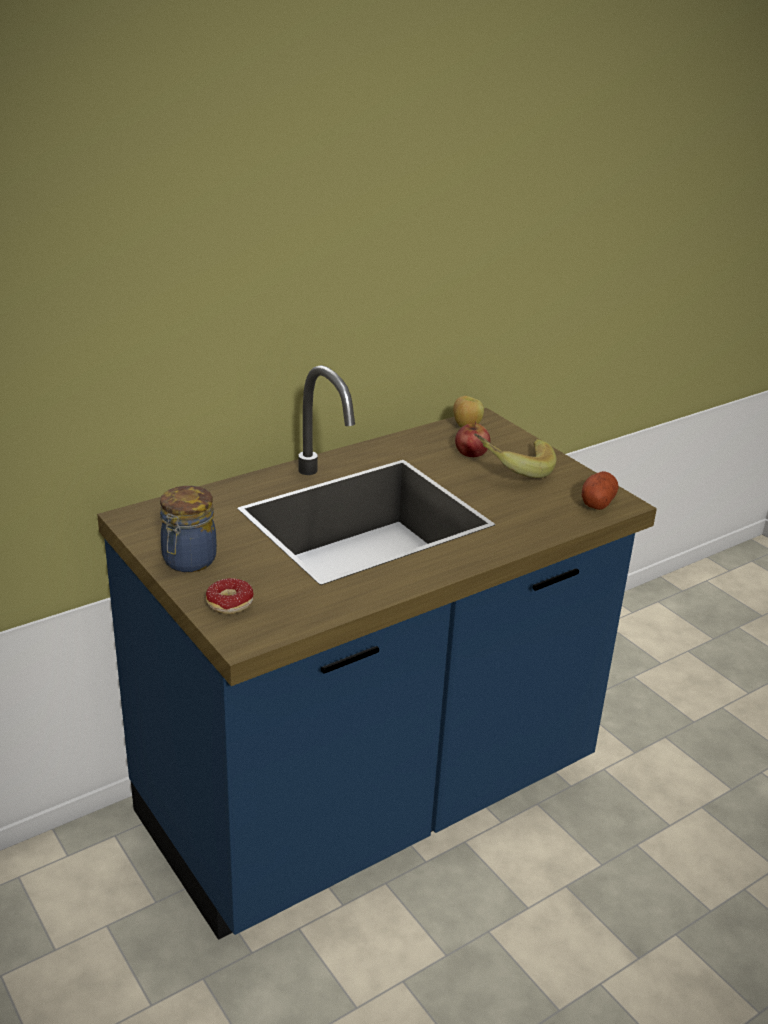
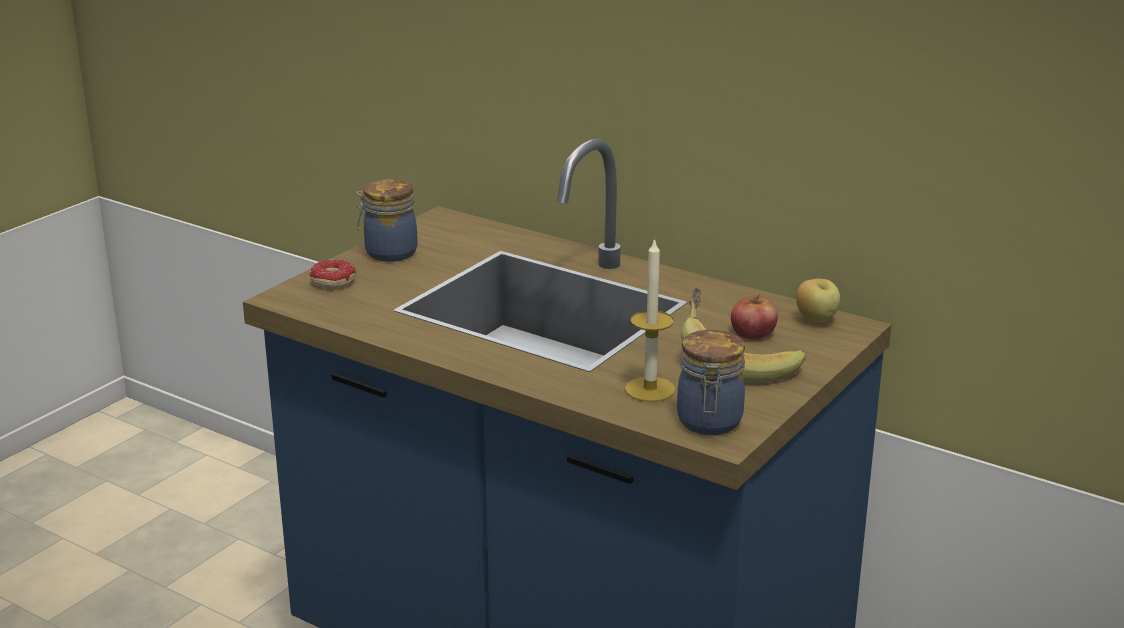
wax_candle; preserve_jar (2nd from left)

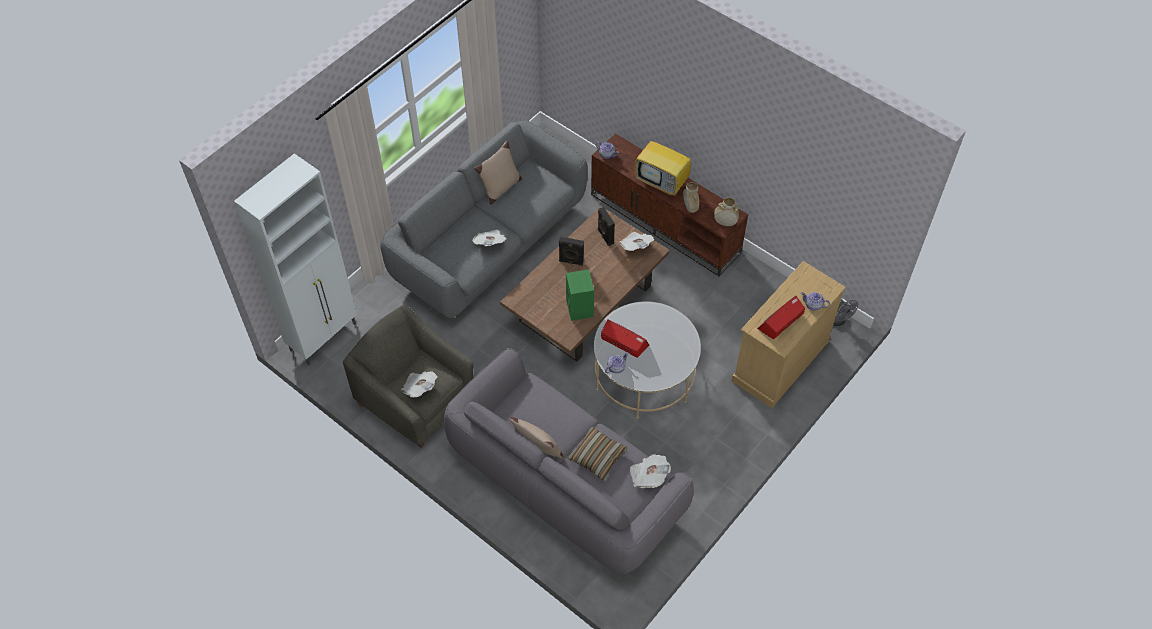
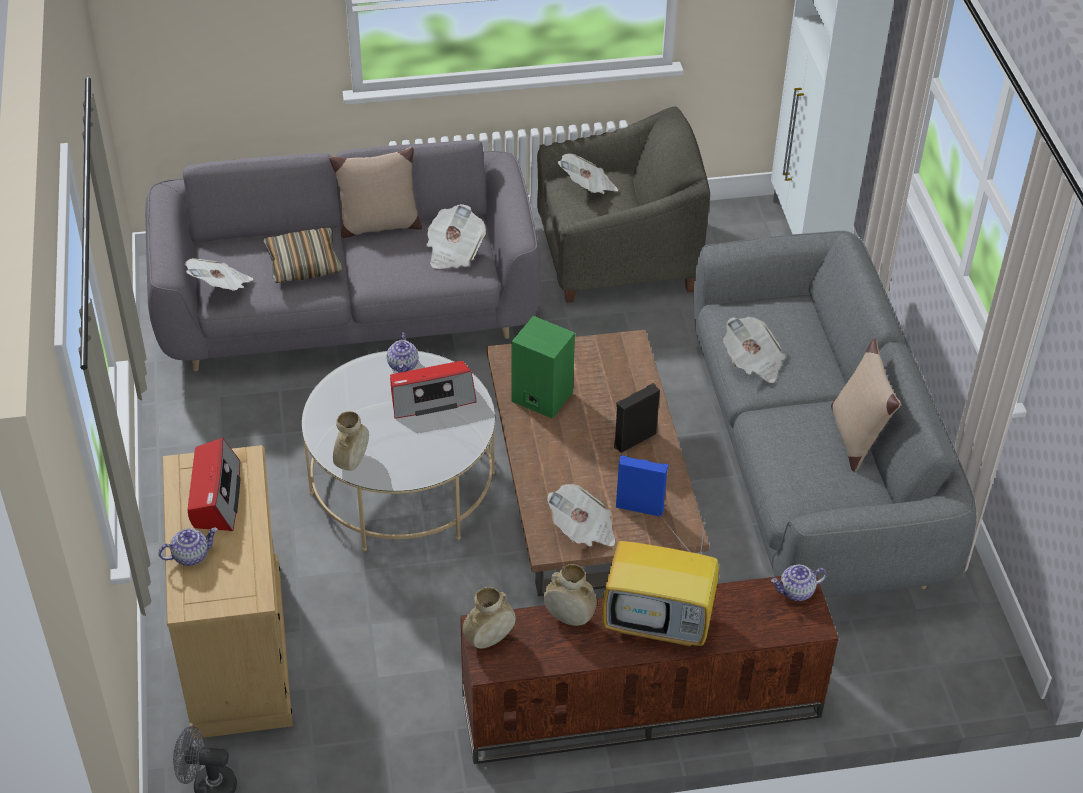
beige_flower_vase (1st from left); printed_paper (2nd from left); television; bluish_audio_speaker

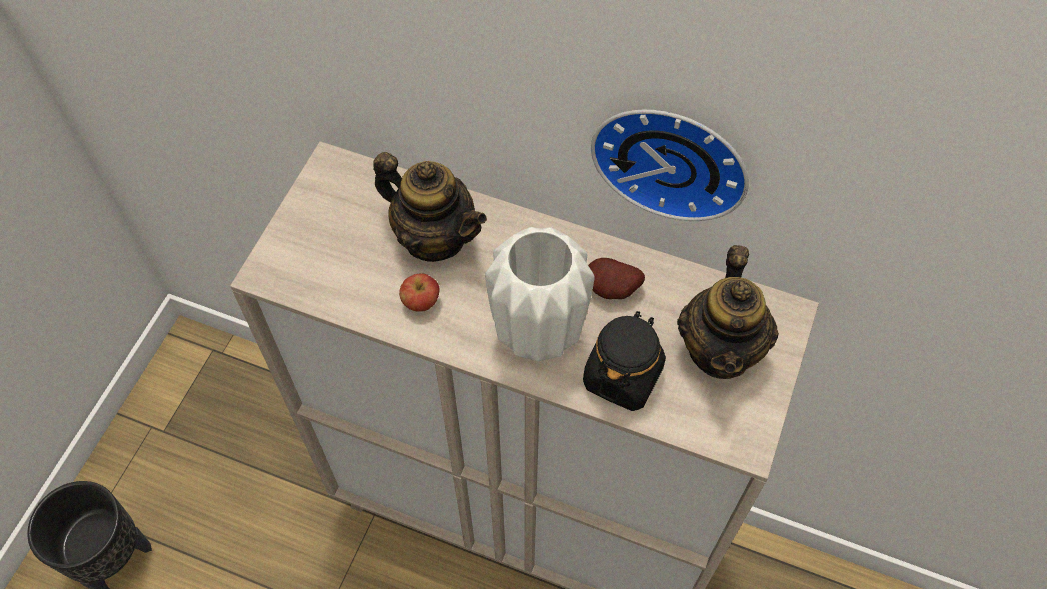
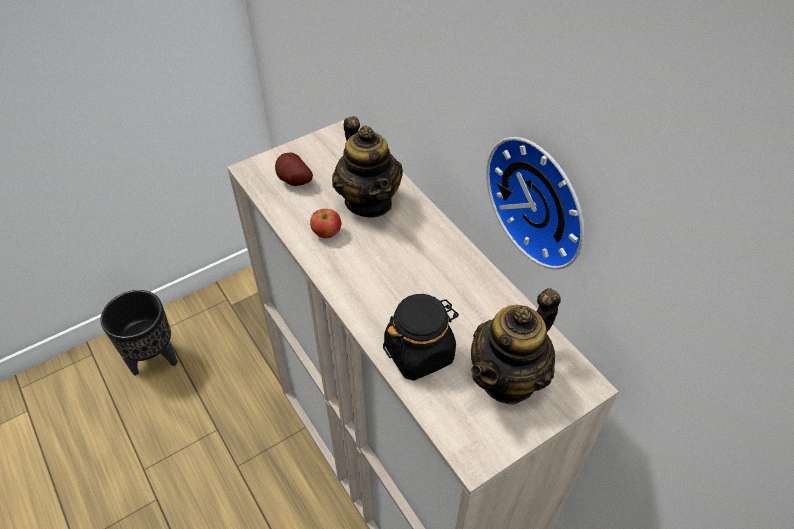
whole_potato; white-coloured_flower_vase

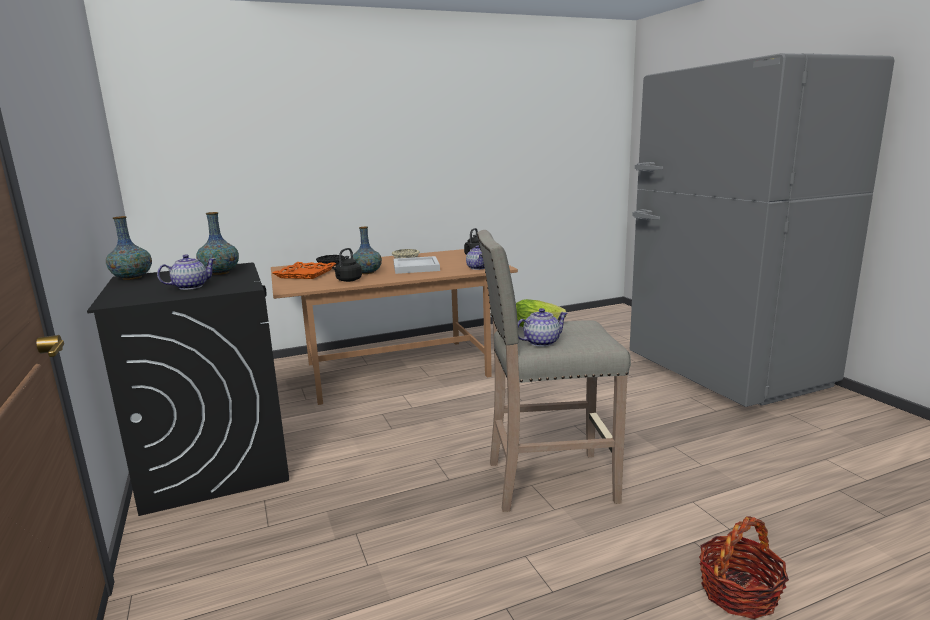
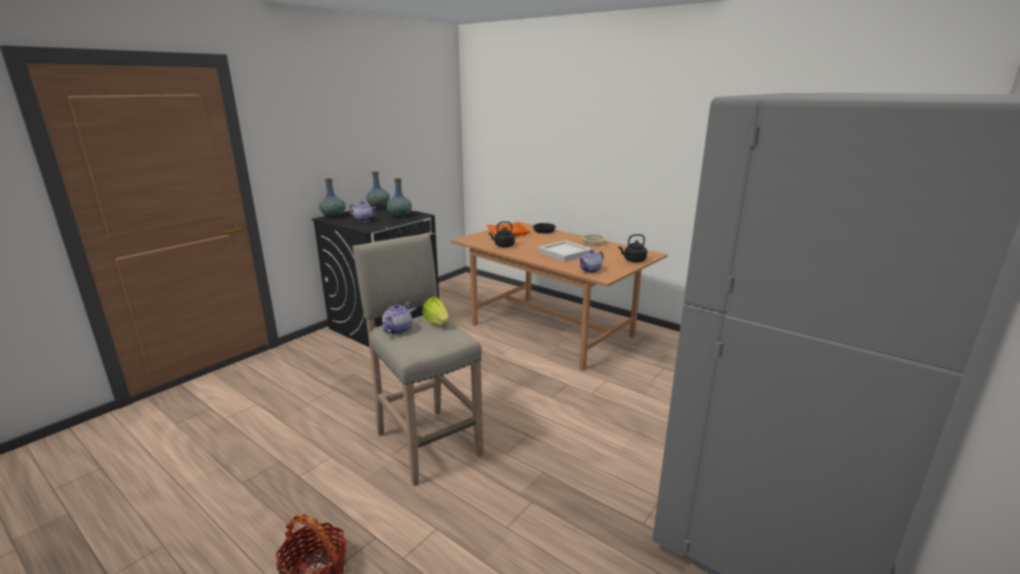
flower_vase (1st from left); pot_for_tea (2nd from left)

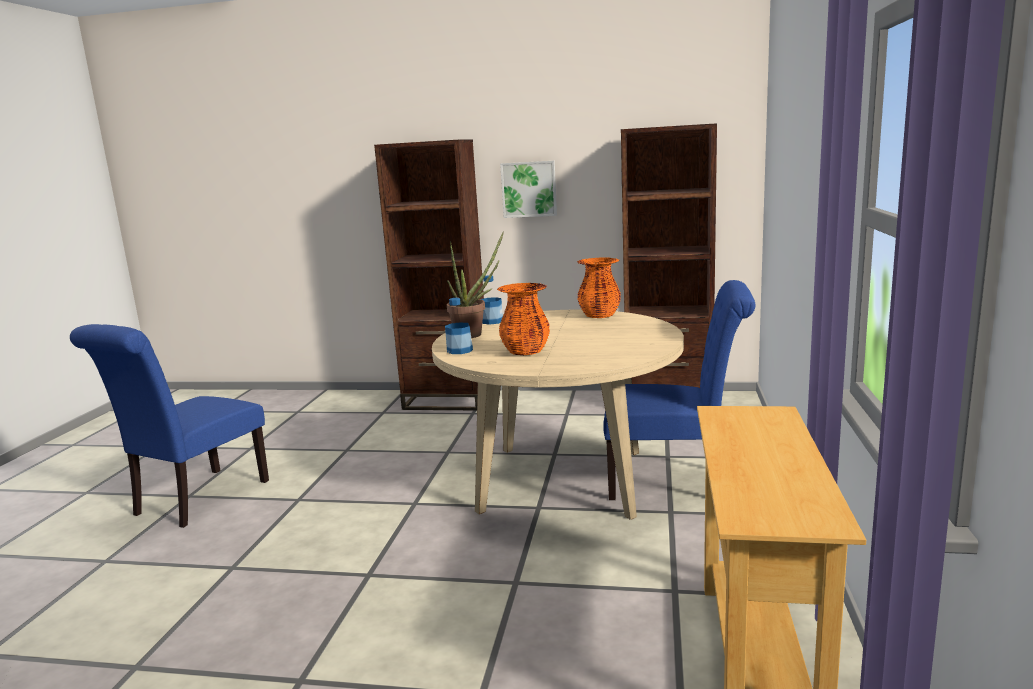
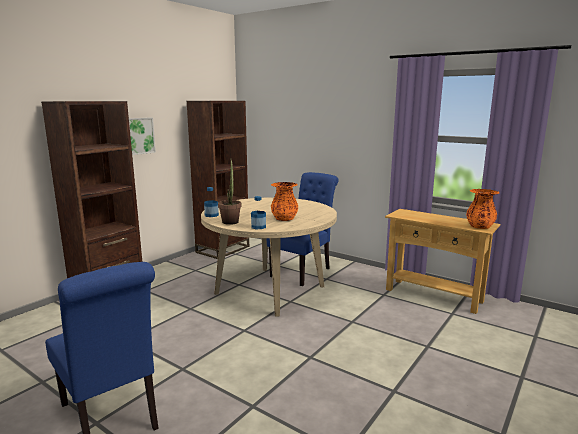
orangey_flower_vase (2nd from left)

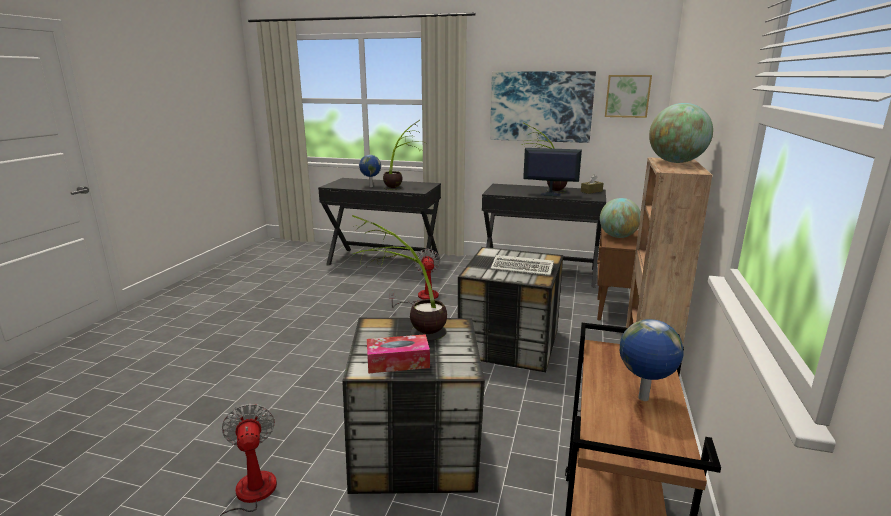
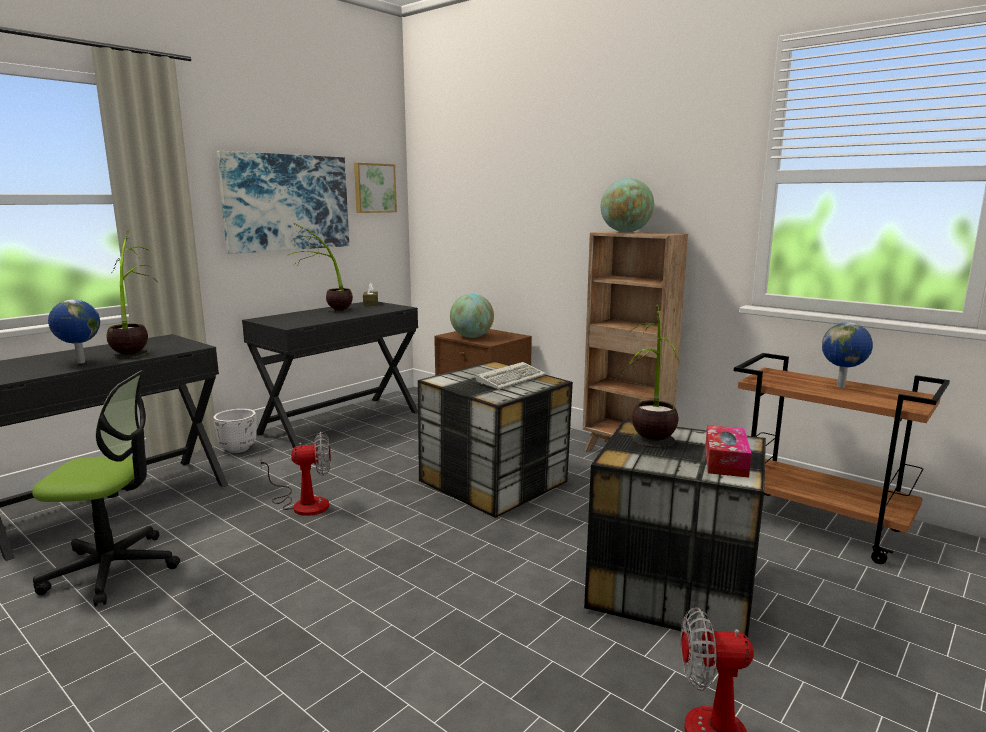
computer_chair; white-coloured_plant_pot; cooling_fan (1st from left); computer_screen

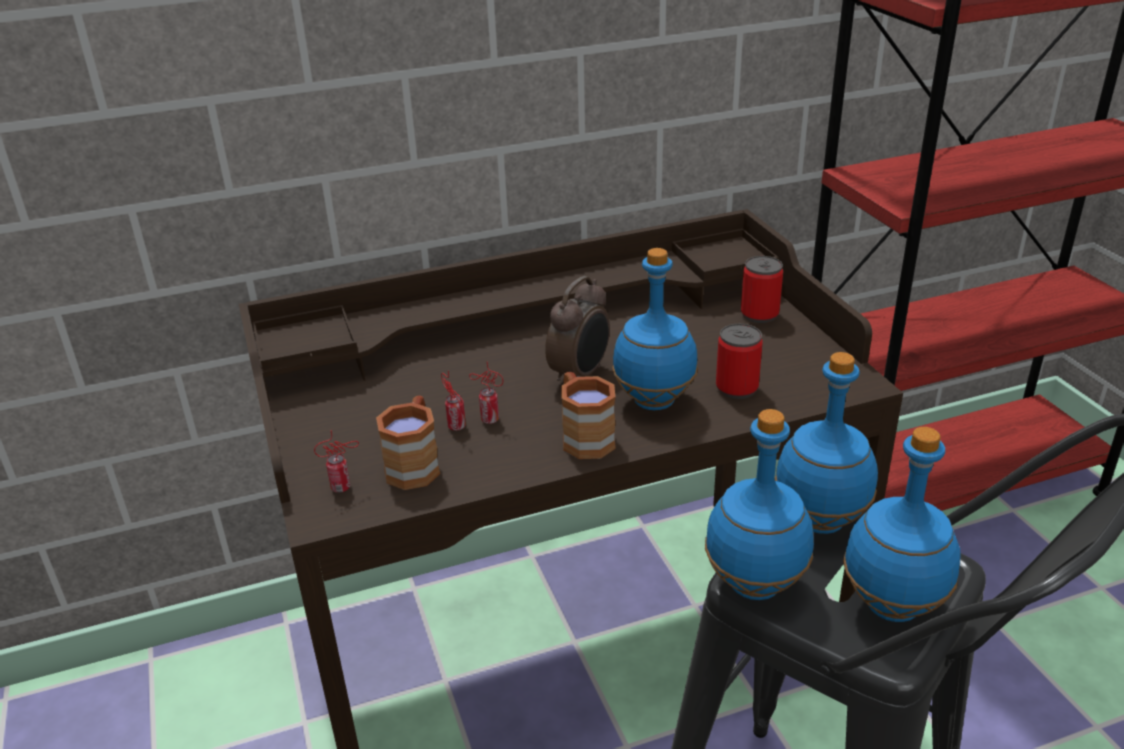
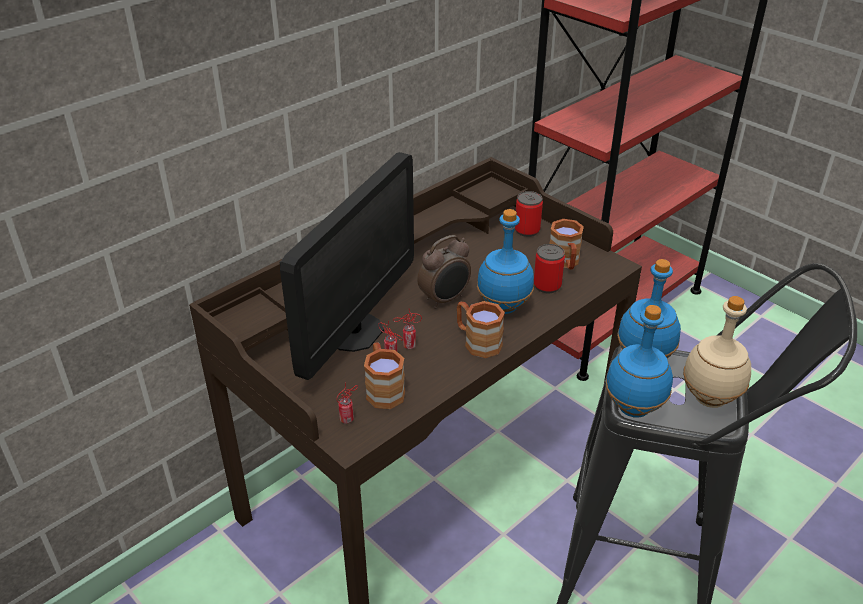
computer_screen; table_clock; brown_coffee_mug (3rd from left); beige_bottle

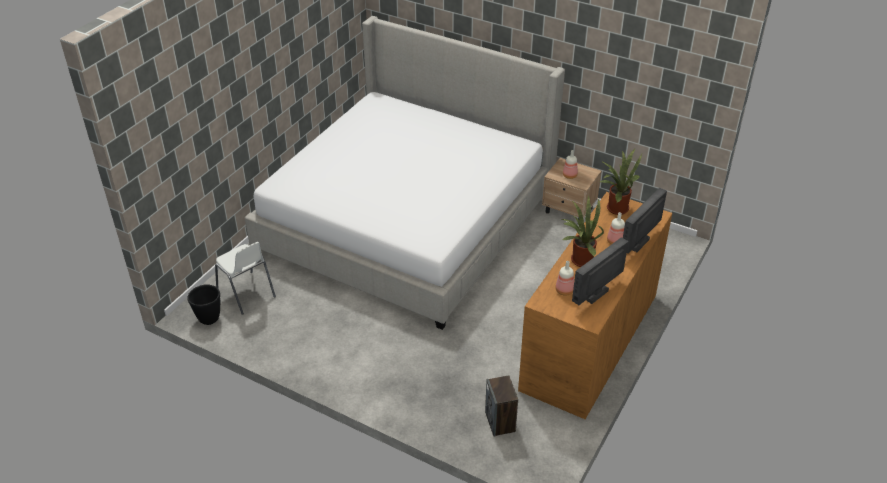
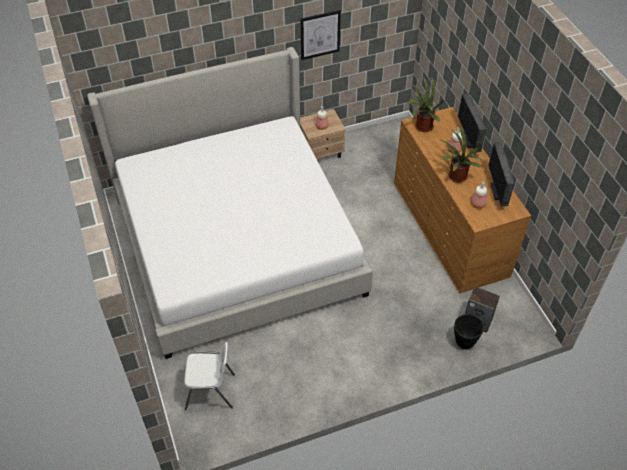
wall_picture; black_plant_pot

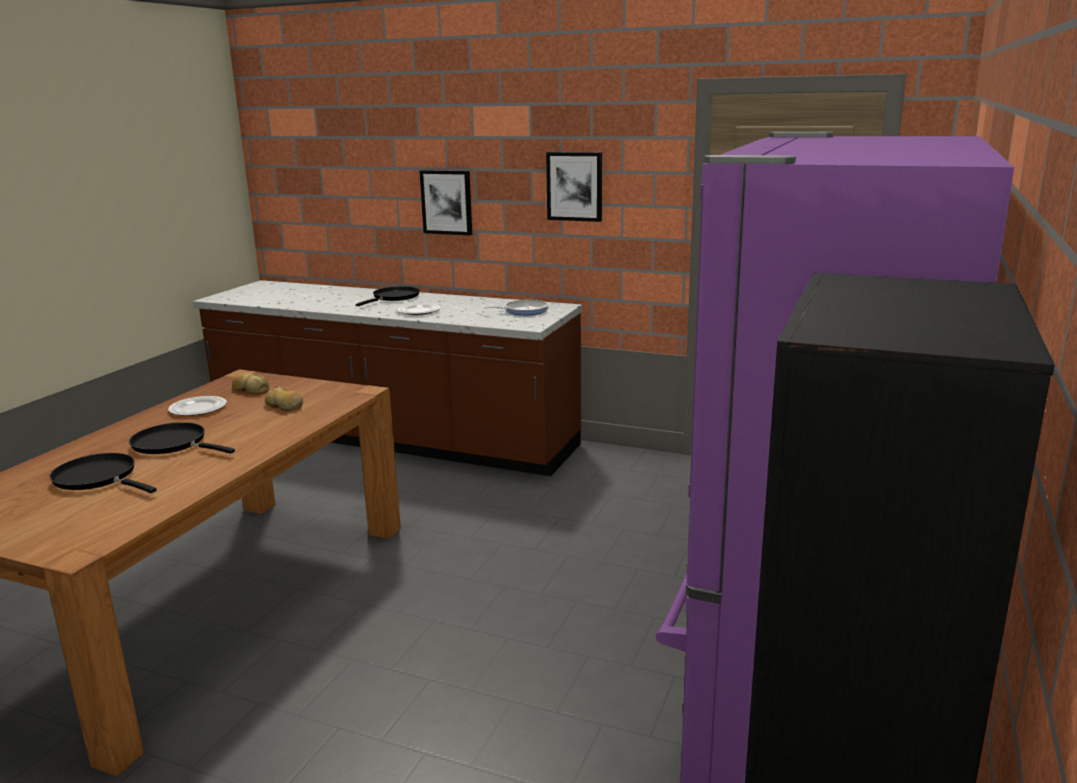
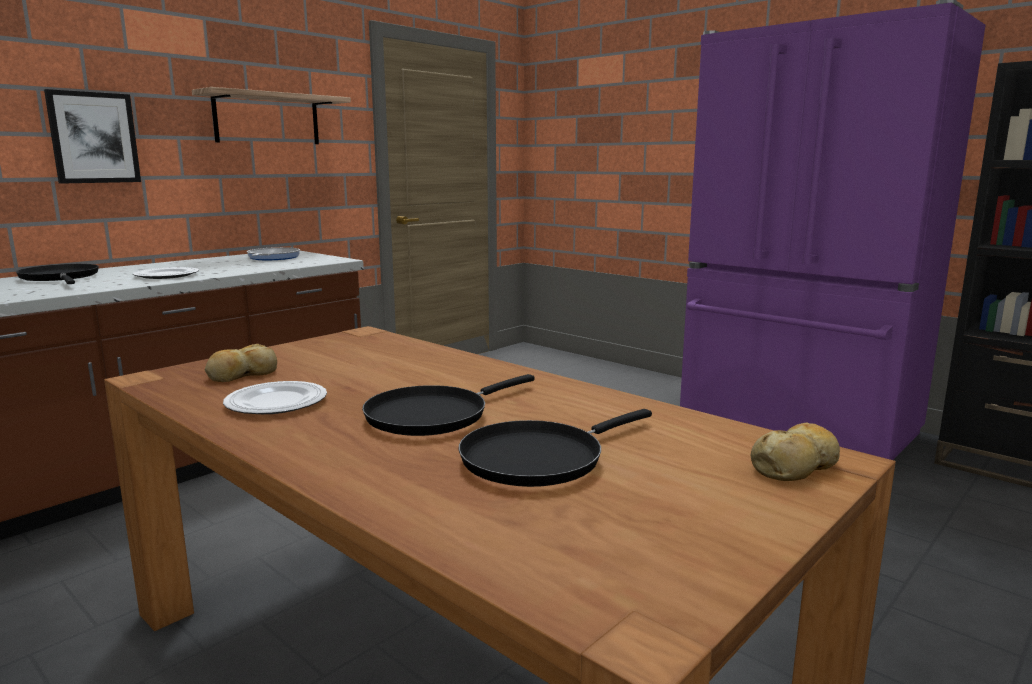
bracket_shelf; bakery_bread (2nd from left)

